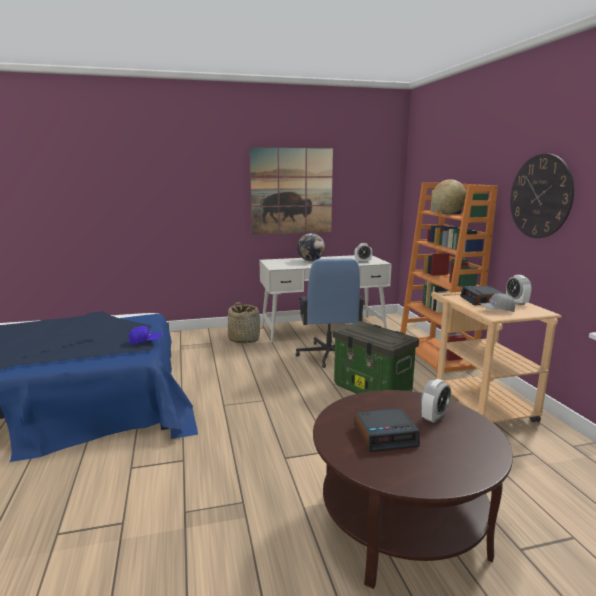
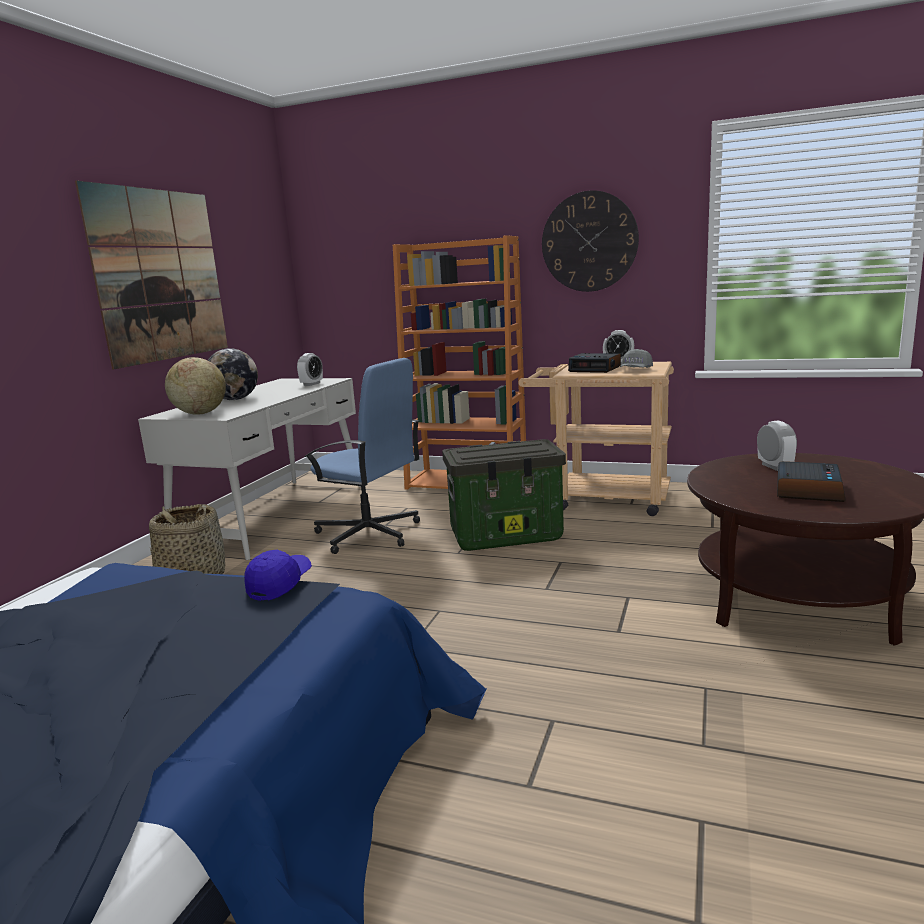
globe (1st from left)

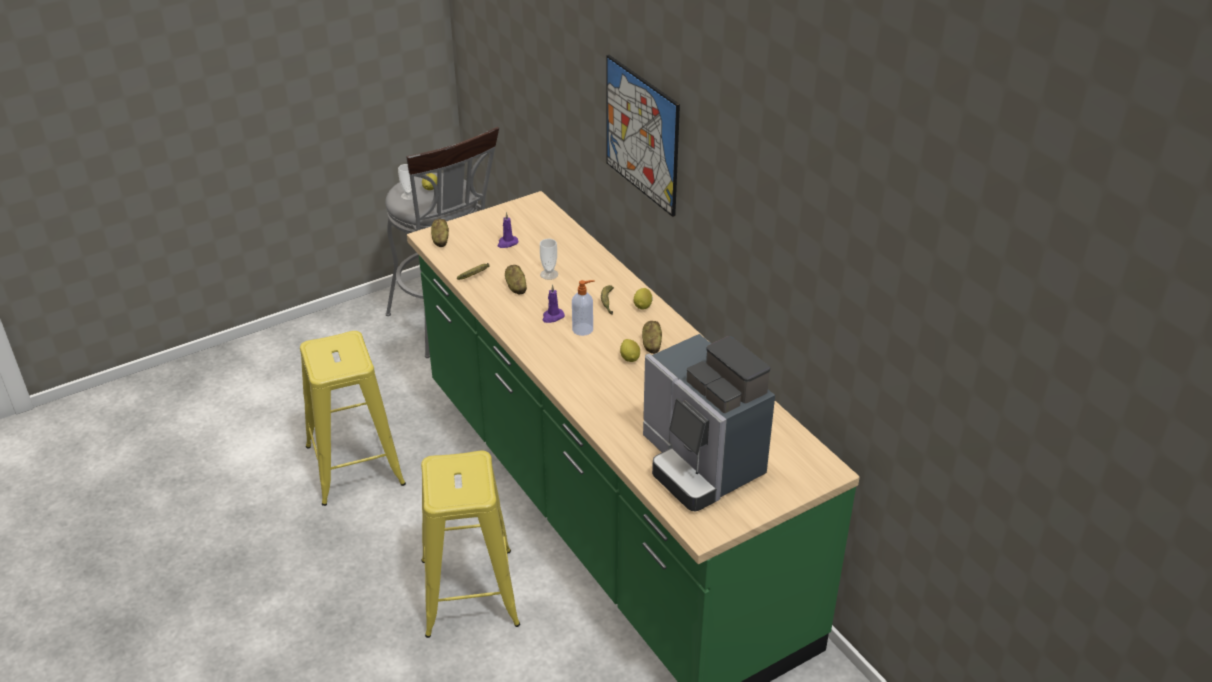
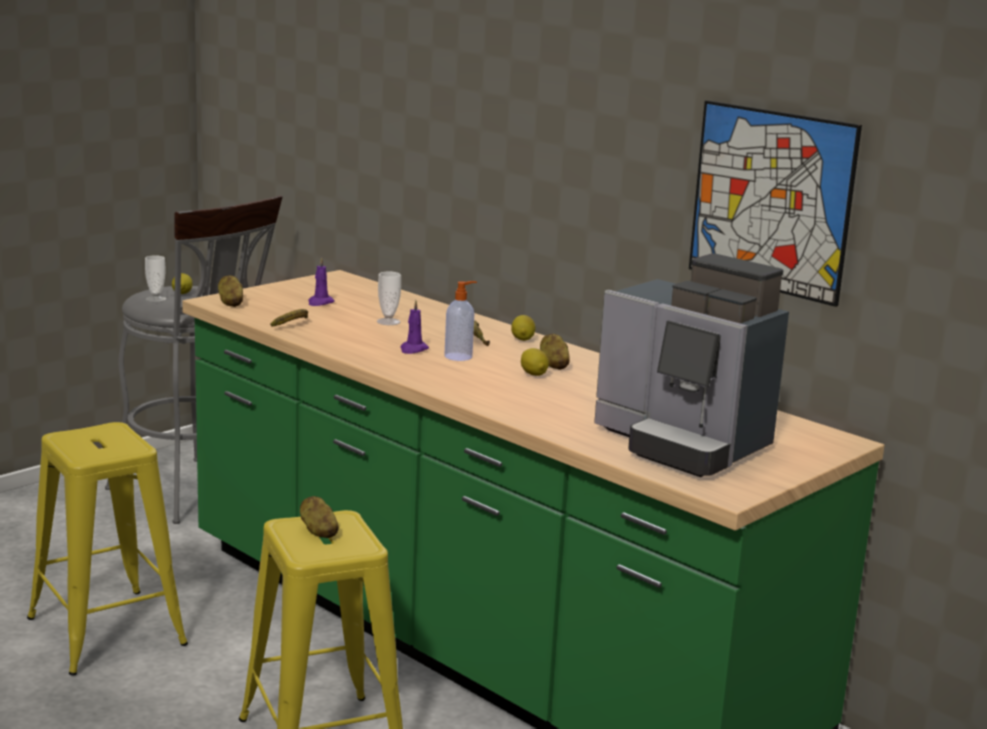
whole_potato (2nd from left); wall_picture

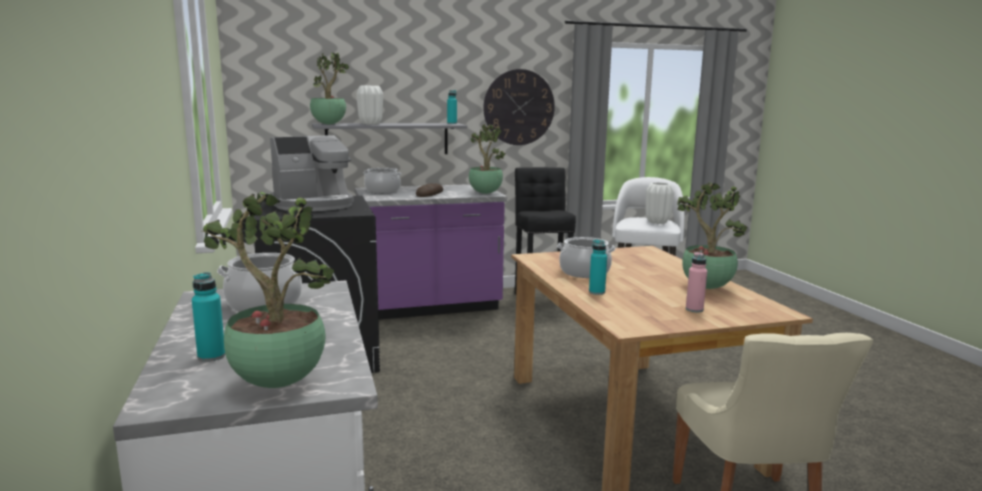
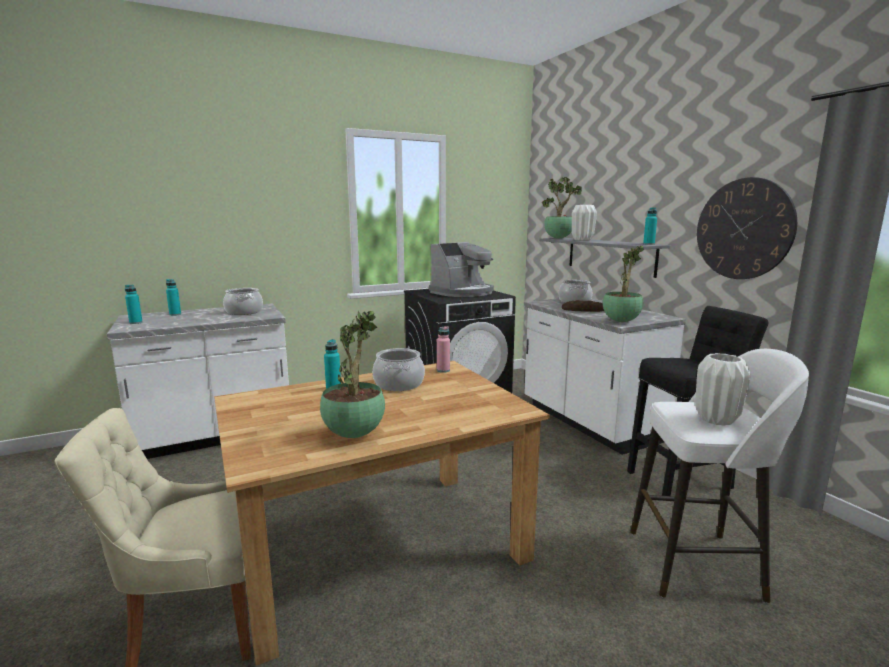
blue-green_bottle (1st from left); coffee_machine; pink-coloured_bottle; white-coloured_kitchen_base_unit (2nd from left)

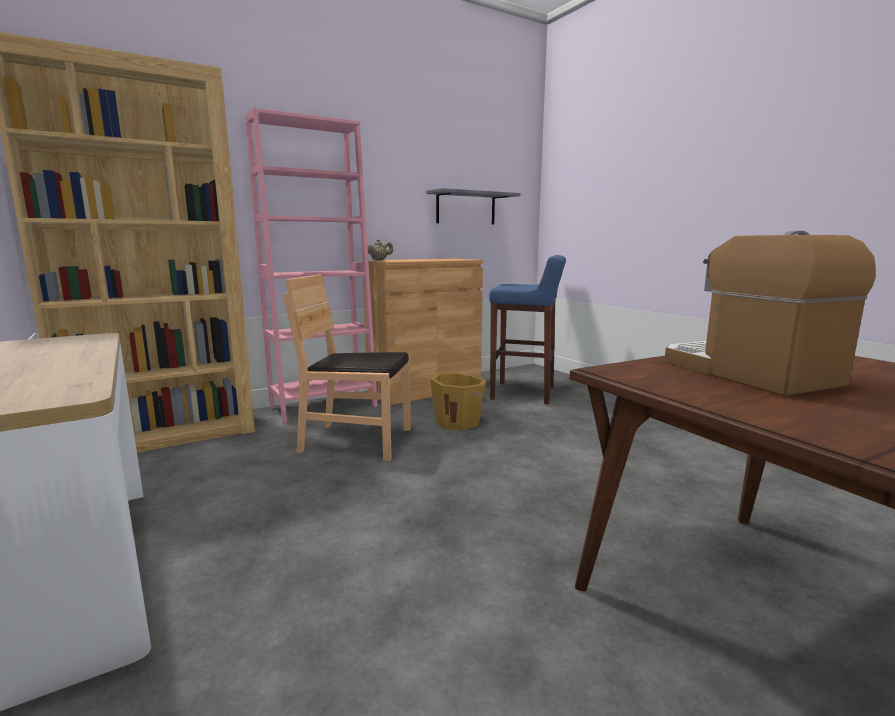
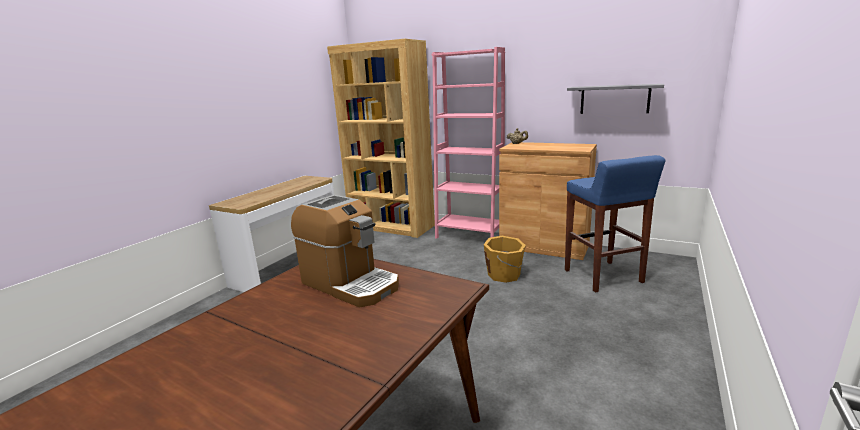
coffee_machine; brown_upright_chair

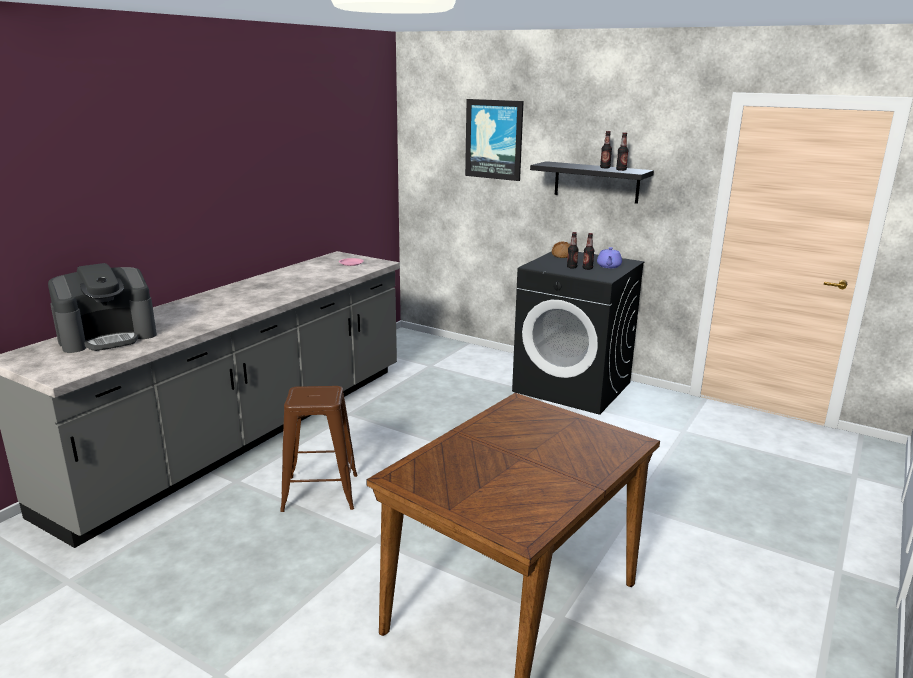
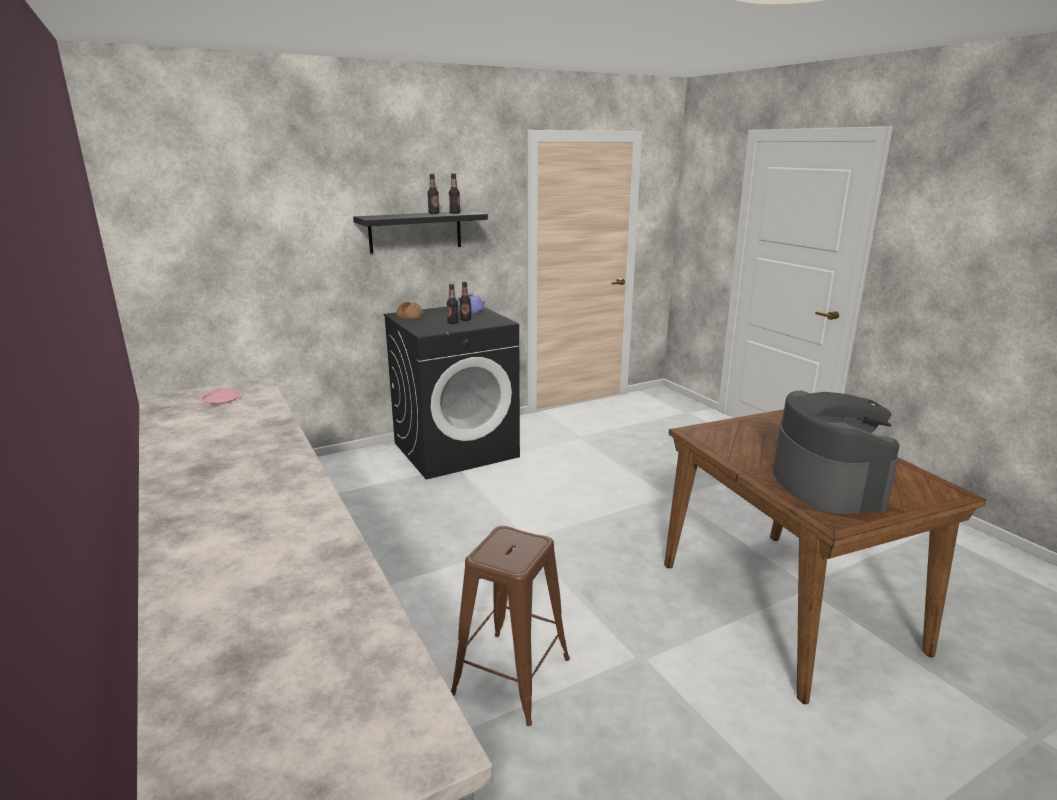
coffee_machine; wall_picture

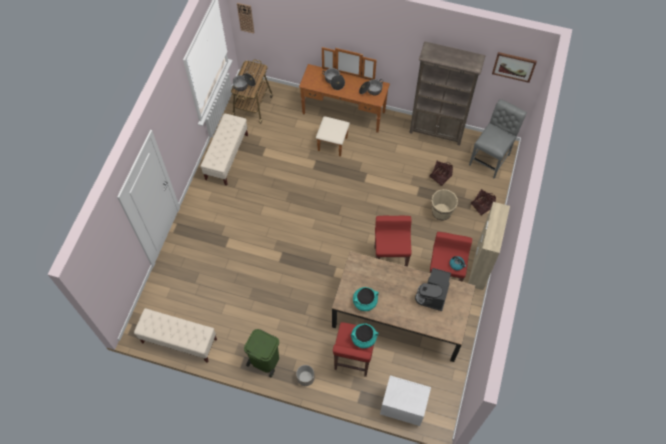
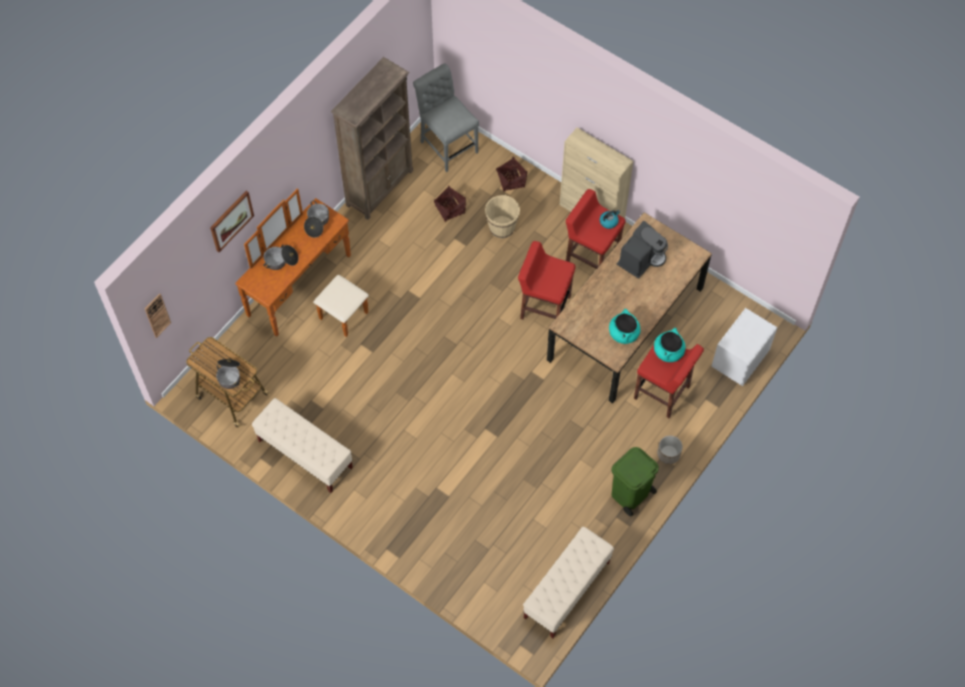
wall_picture; coffee_machine

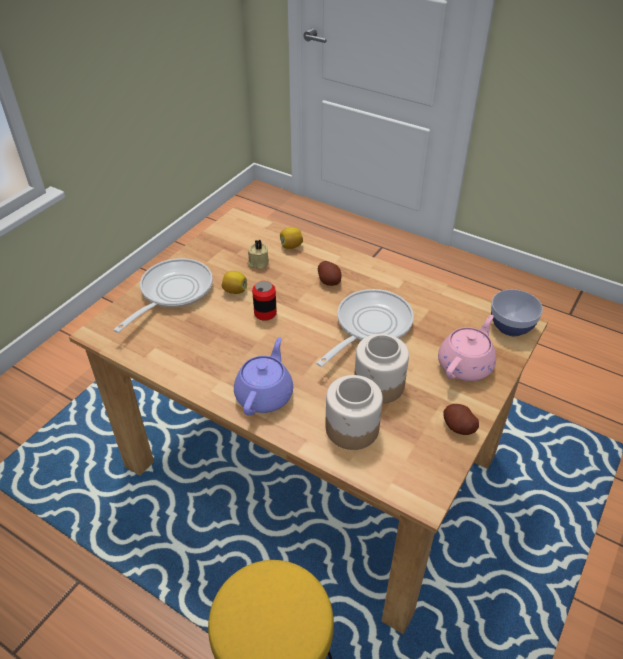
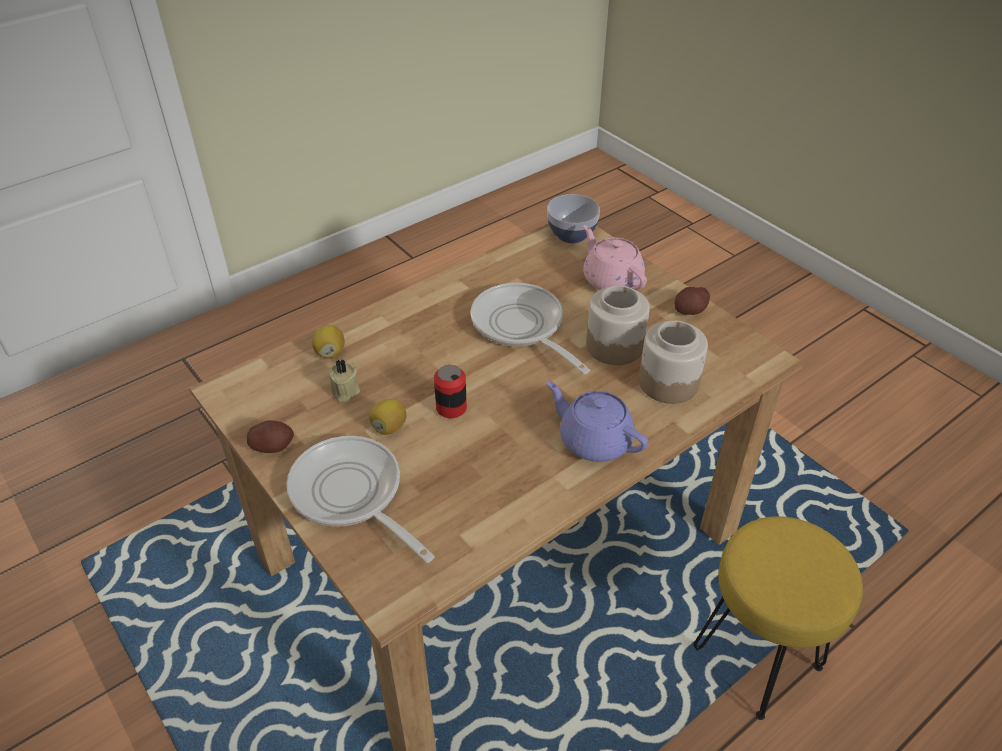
whole_potato (1st from left)

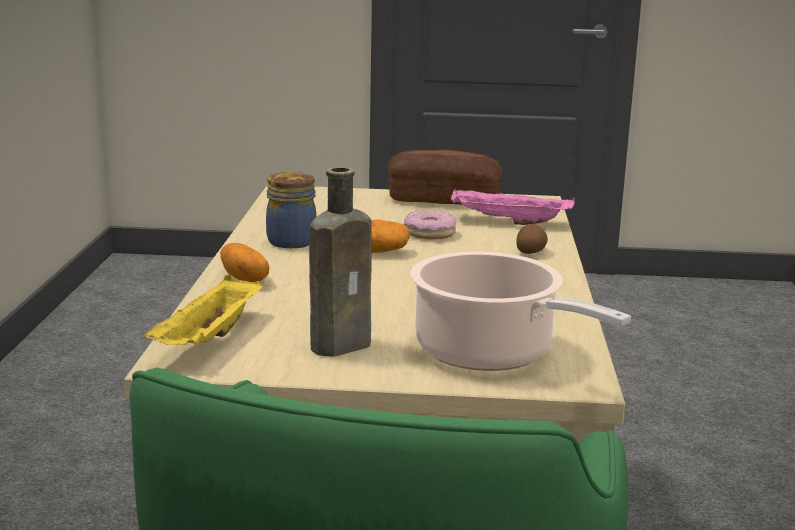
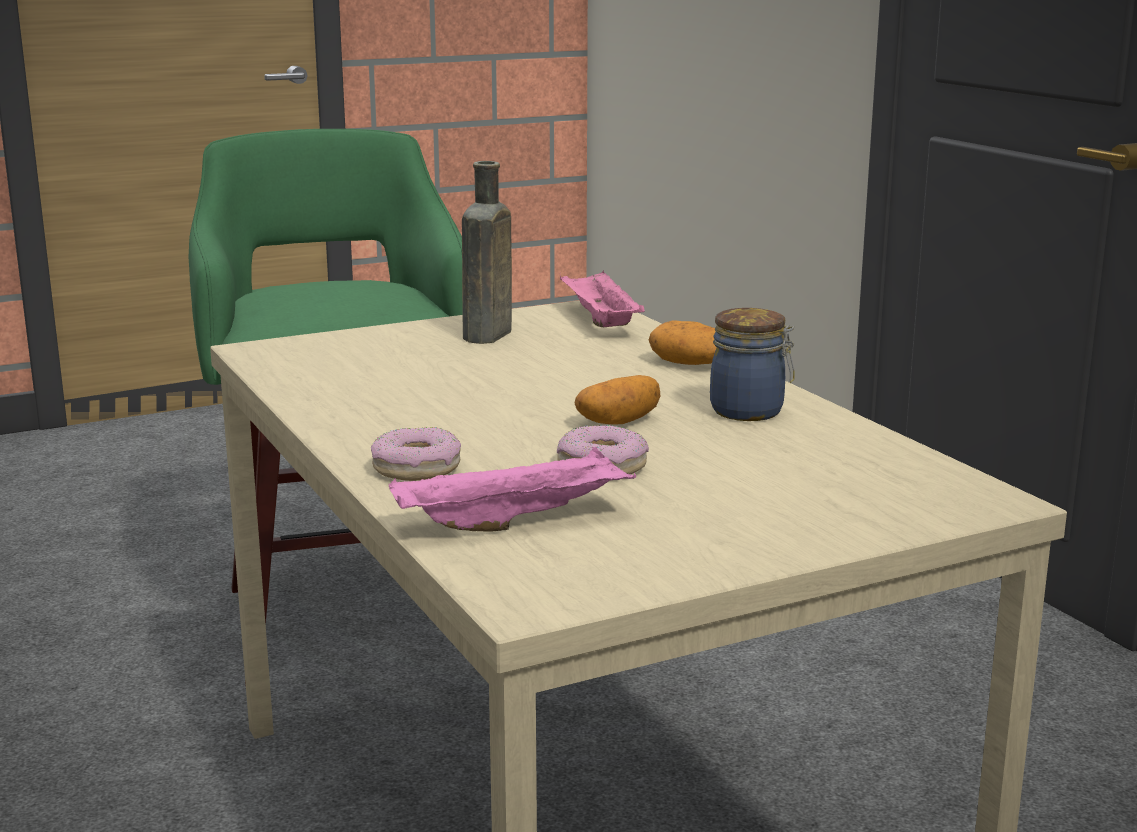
donut (1st from left); pink-coloured_tray (2nd from left); bakery_bread; stockpot

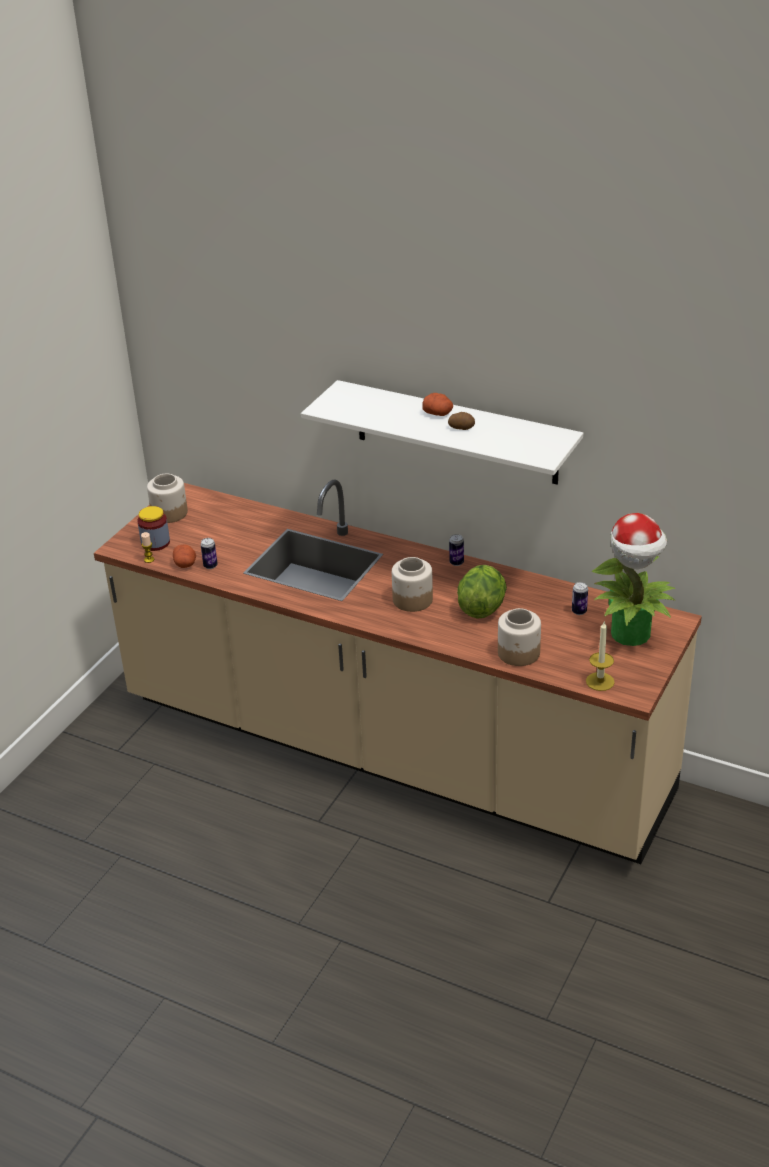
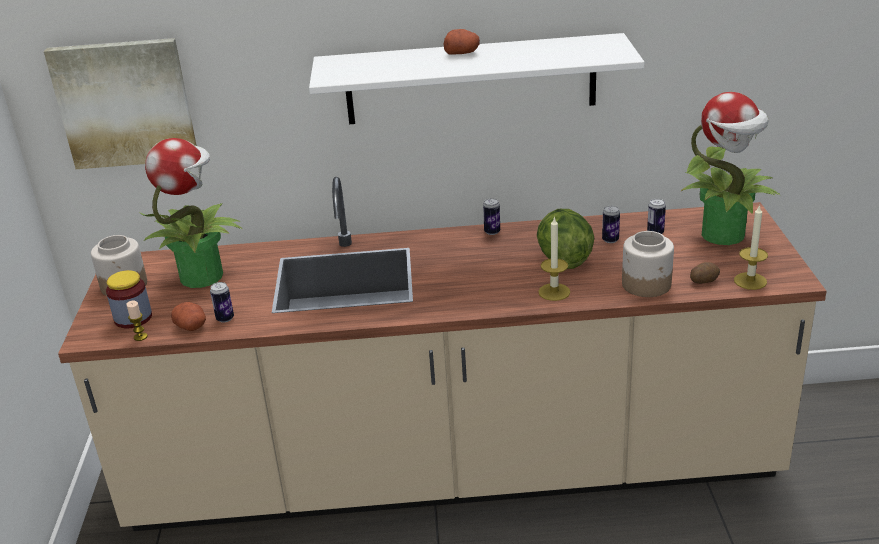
wall_picture; houseplant (1st from left); wax_candle (2nd from left); metal_can (3rd from left); whole_potato (3rd from left); preserve_jar (3rd from left in the first image)

